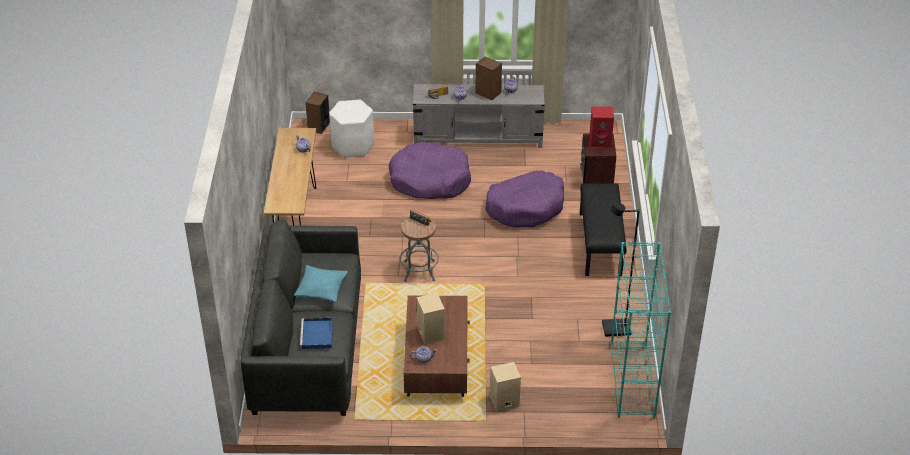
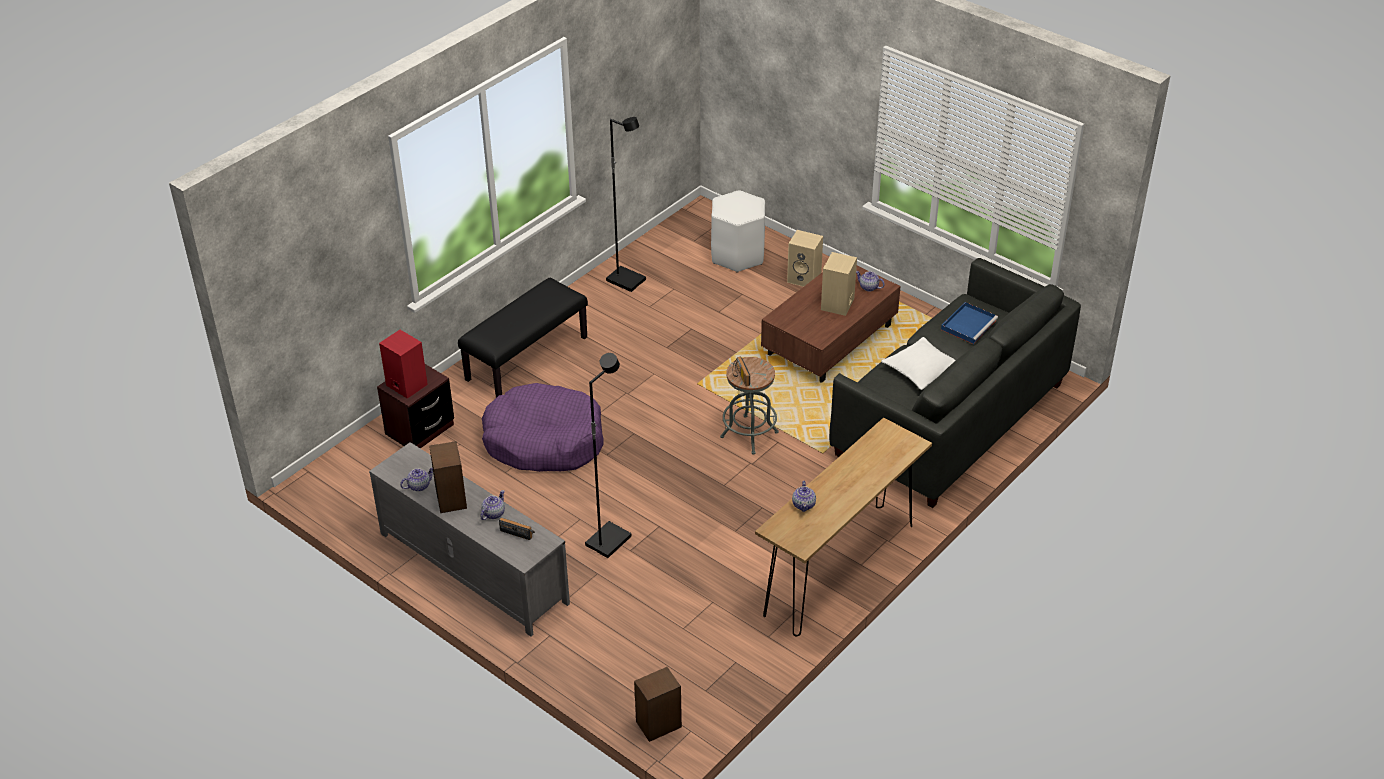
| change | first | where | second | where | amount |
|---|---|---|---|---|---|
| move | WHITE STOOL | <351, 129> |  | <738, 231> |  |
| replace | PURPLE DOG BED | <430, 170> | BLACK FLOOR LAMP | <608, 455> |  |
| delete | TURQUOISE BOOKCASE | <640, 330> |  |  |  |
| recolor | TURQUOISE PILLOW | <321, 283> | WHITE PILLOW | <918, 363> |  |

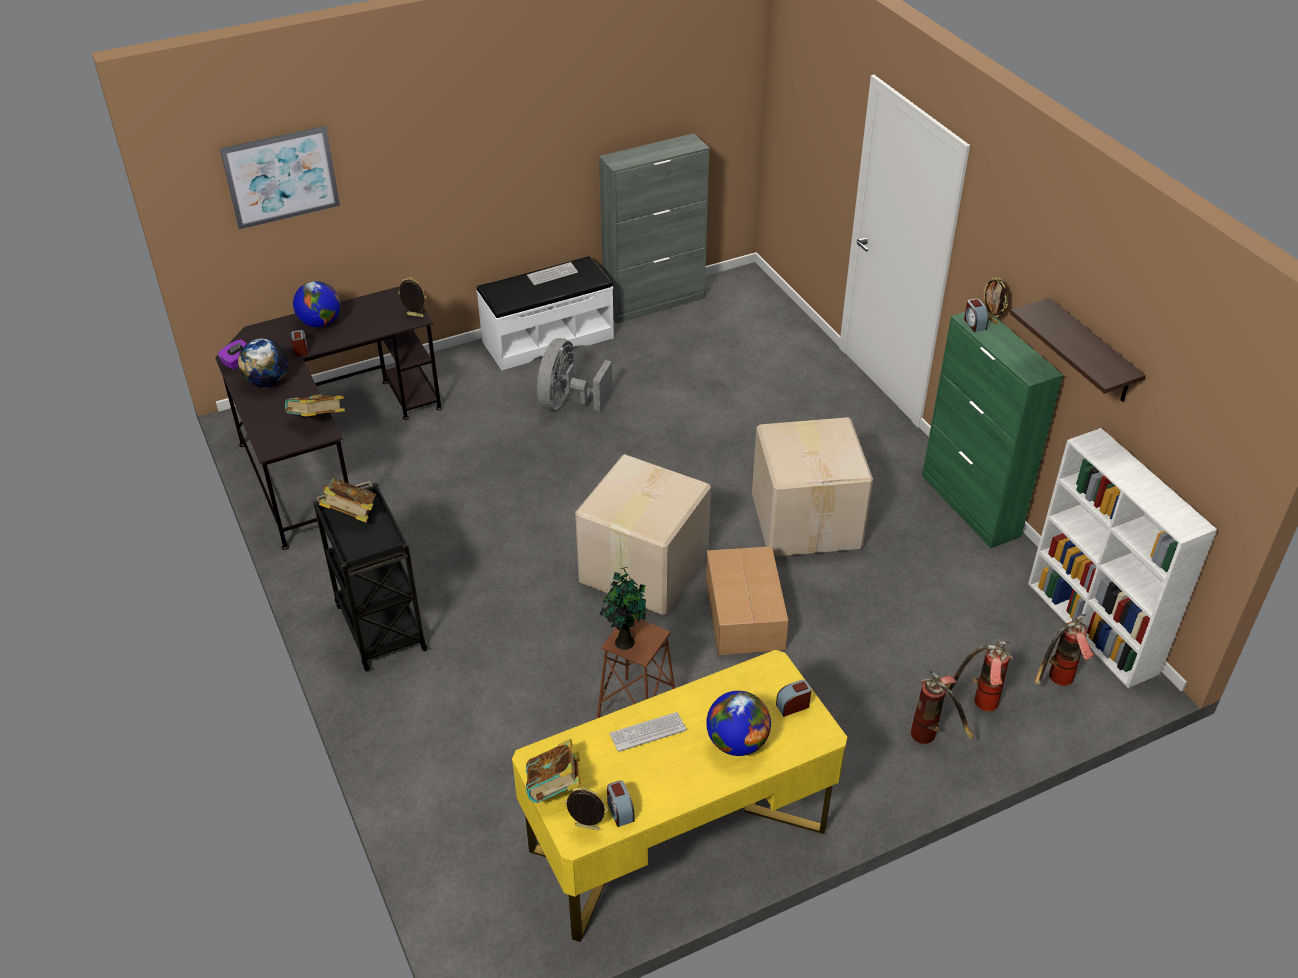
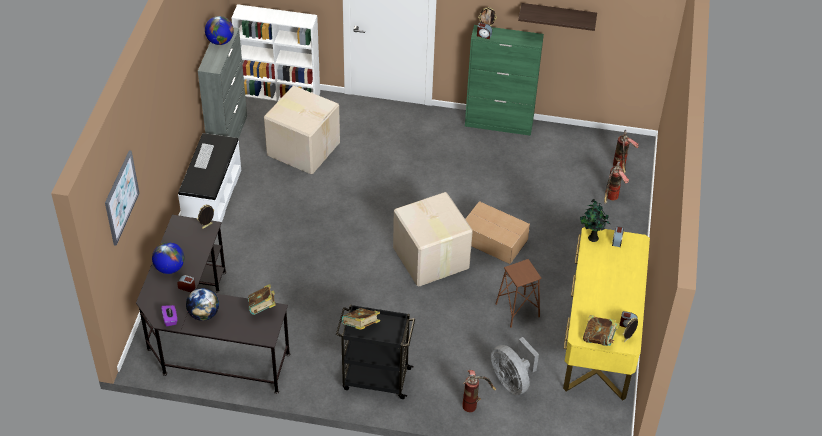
| change | first | where | second | where | amount |
|---|---|---|---|---|---|
| move | GREY FAN | <575, 375> |  | <515, 366> |  |
| move | CARDBOARD BOX | <812, 487> |  | <302, 130> |  |
| move | WHITE BOOKCASE | <1122, 558> |  | <276, 52> |  |
| move | POTTED PLANT | <623, 608> |  | <595, 220> |  |
| move | FIRE EXTINGUISHER | <942, 707> |  | <479, 391> |  |
| move | GLOBE | <738, 723> |  | <219, 30> |  |
| delete | KEYBOARD | <648, 732> |  |  |  |

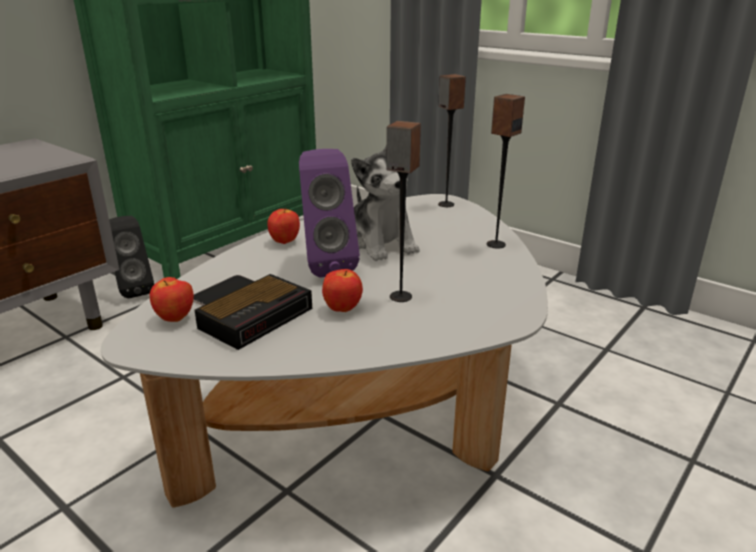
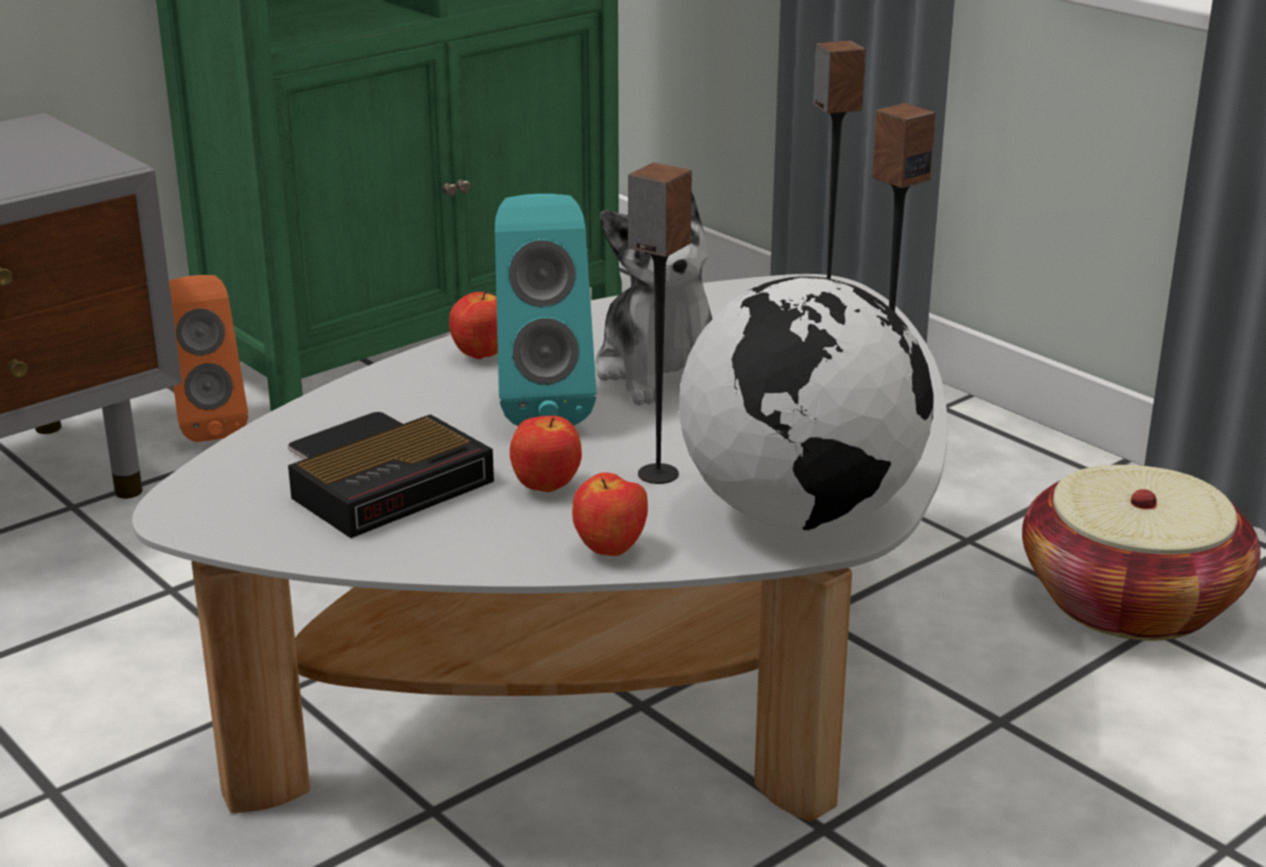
| change | first | where | second | where | amount |
|---|---|---|---|---|---|
| recolor | PURPLE SPEAKER | <329, 213> | TURQUOISE SPEAKER | <546, 310> |  |
| recolor | BLACK SPEAKER | <131, 257> | ORANGE SPEAKER | <208, 358> |  |
| move | APPLE | <172, 299> |  | <610, 514> |  |
| insert |  |  | GLOBE | <806, 404> |  |
| insert |  |  | BASKET | <1141, 553> |  |

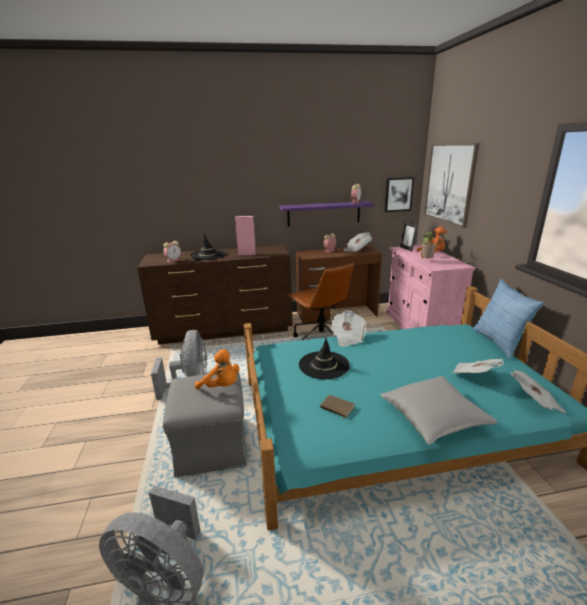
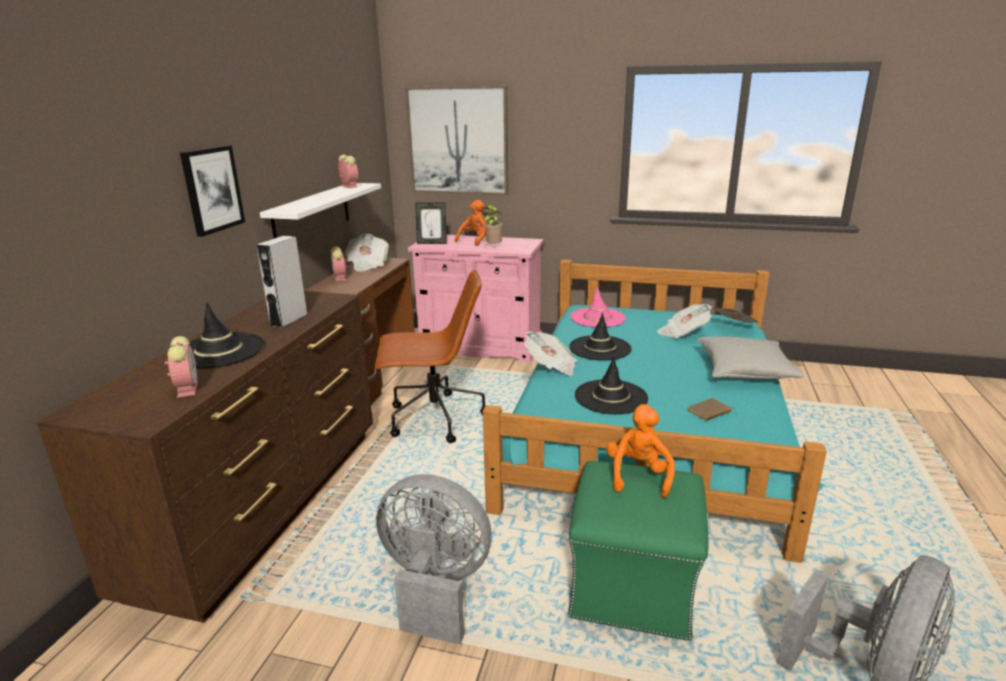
| change | first | where | second | where | amount |
|---|---|---|---|---|---|
| move | PICTURE | <399, 194> |  | <212, 191> |  |
| recolor | PURPLE SHELF | <327, 214> | WHITE SHELF | <320, 210> |  |
| recolor | PINK SPEAKER | <246, 236> | GREY SPEAKER | <281, 282> |  |
| delete | PILLOW | <509, 319> |  |  |  |
| rotate | ORANGE PLUSH TOY | <217, 369> |  | <640, 451> | 45 degrees counterclockwise |
| recolor | GREY OTTOMAN | <205, 425> | GREEN OTTOMAN | <638, 551> |  |
| insert |  |  | PINK HAT | <598, 307> |  |
| insert |  |  | BLACK HAT | <600, 337> |  |

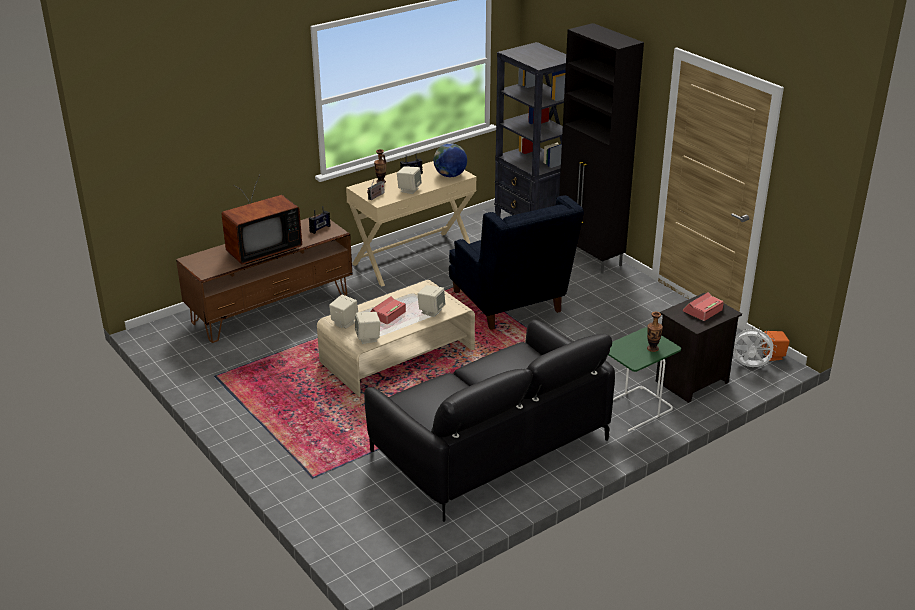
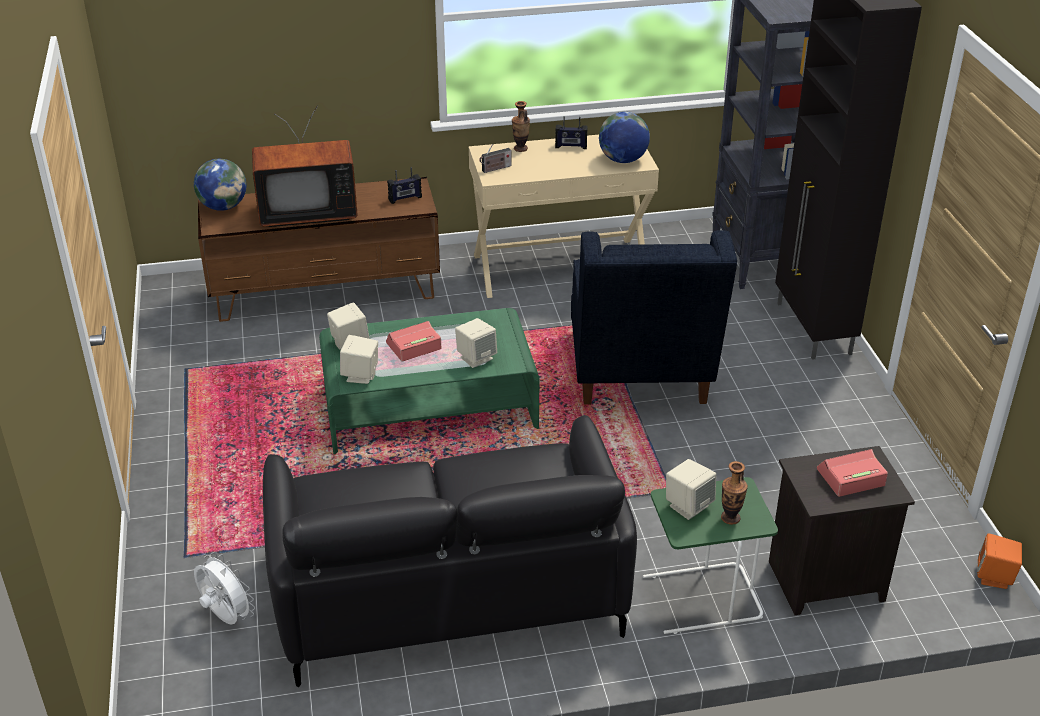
| change | first | where | second | where | amount |
|---|---|---|---|---|---|
| move | BEIGE SPEAKER | <409, 180> |  | <691, 489> |  |
| recolor | BEIGE COFFEE TABLE | <396, 338> | GREEN COFFEE TABLE | <429, 381> |  |
| move | WHITE FAN | <755, 346> |  | <224, 588> |  |
| insert |  |  | GLOBE | <220, 185> |  |

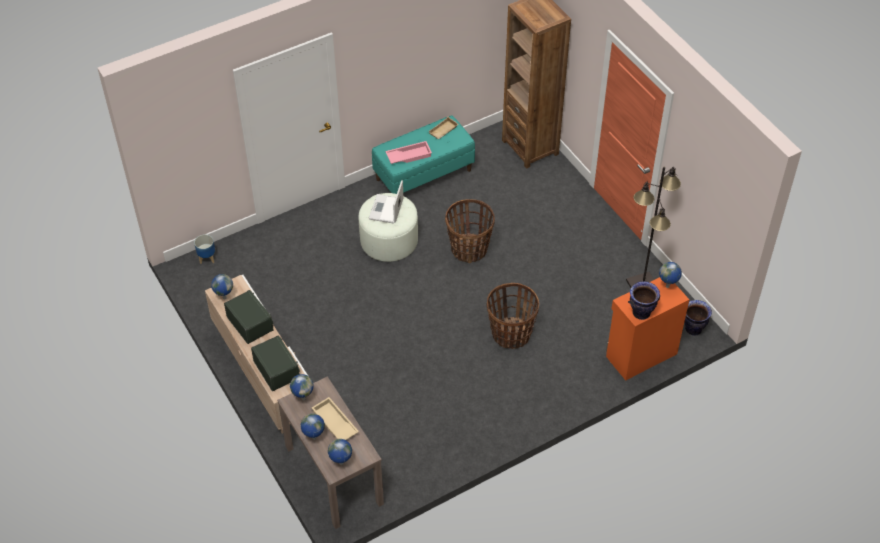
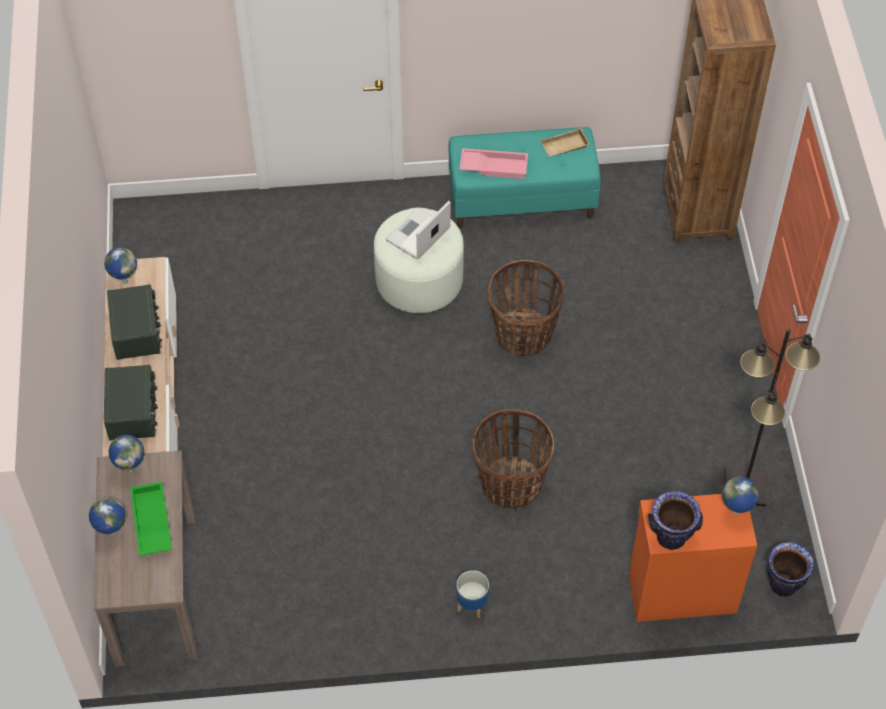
| change | first | where | second | where | amount |
|---|---|---|---|---|---|
| move | PLANTER | <204, 249> |  | <472, 594> |  |
| recolor | BEIGE TRAY | <335, 418> | GREEN TRAY | <151, 519> |  |
| delete | GLOBE | <340, 452> |  |  |  |

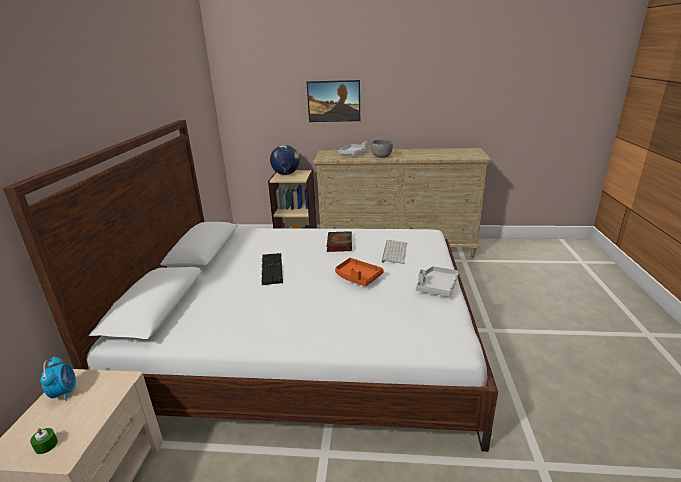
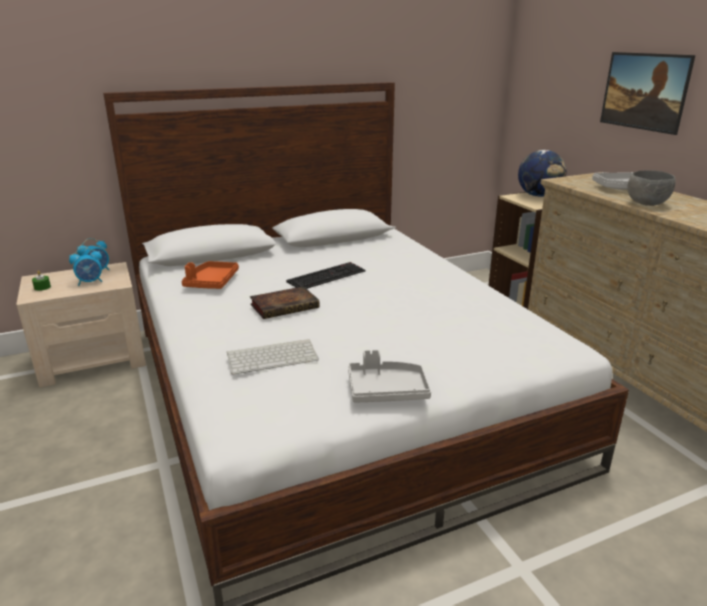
| change | first | where | second | where | amount |
|---|---|---|---|---|---|
| move | BOOK | <339, 241> |  | <284, 302> |  |
| move | KEYBOARD | <394, 252> |  | <273, 357> |  |
| move | ORANGE TRAY | <359, 272> |  | <210, 275> |  |
| insert |  |  | ALARM CLOCK | <86, 266> |  |

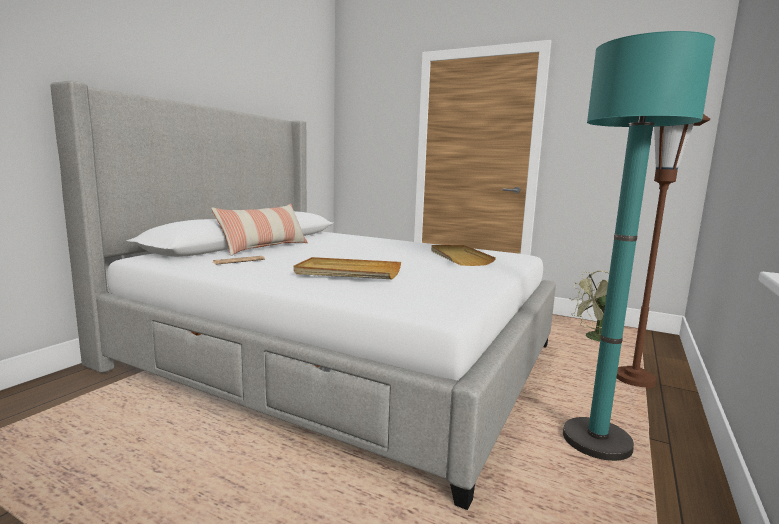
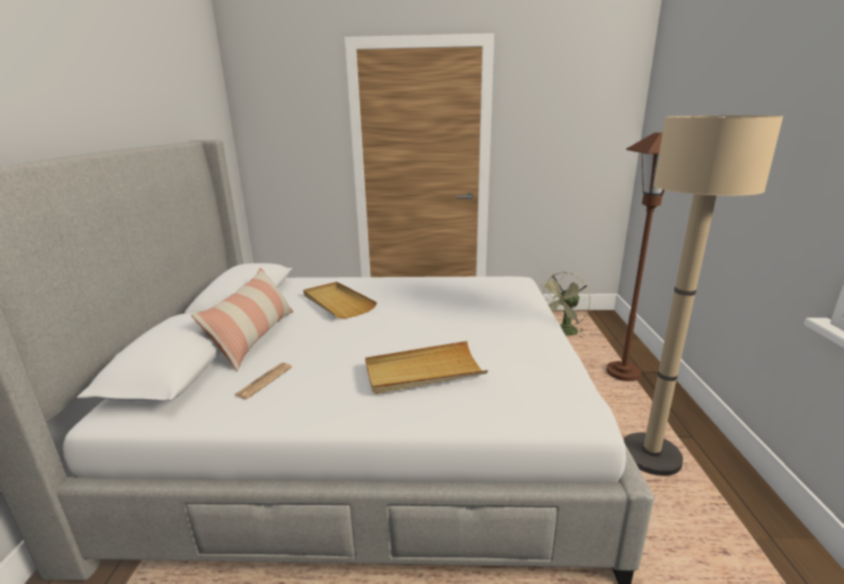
| change | first | where | second | where | amount |
|---|---|---|---|---|---|
| recolor | TURQUOISE FLOOR LAMP | <639, 246> | BEIGE FLOOR LAMP | <703, 295> |  |
| move | BEIGE TRAY | <463, 255> |  | <340, 300> |  |

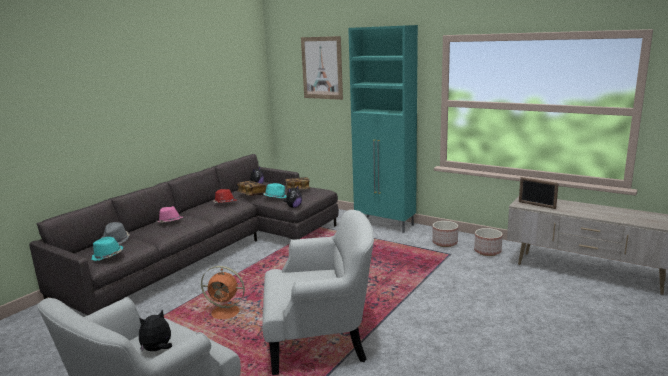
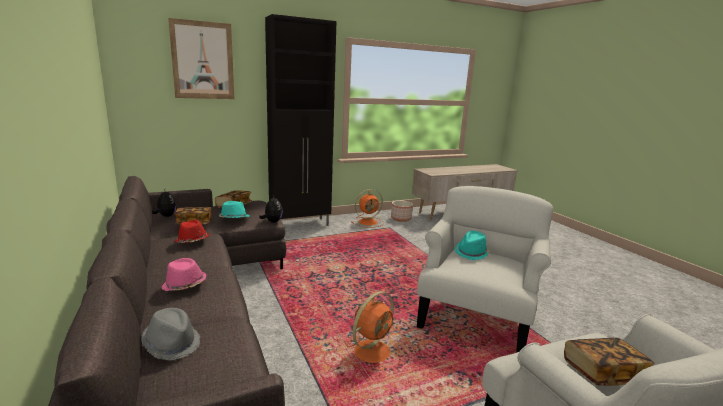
| change | first | where | second | where | amount |
|---|---|---|---|---|---|
| recolor | TURQUOISE CABINET | <383, 129> | BLACK CABINET | <300, 120> |  |
| delete | PICTURE FRAME | <539, 193> |  |  |  |
| replace | PLANTER | <445, 234> | ORANGE FAN | <367, 208> |  |
| move | TURQUOISE HAT | <107, 249> |  | <472, 245> |  |
| replace | PLUSH TOY | <155, 330> | BOOK | <609, 362> |  |

